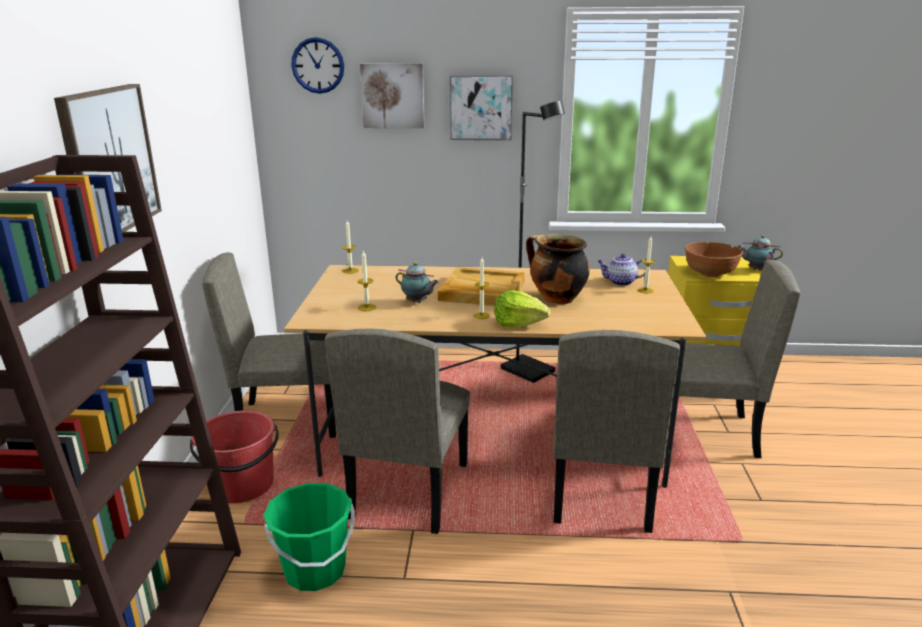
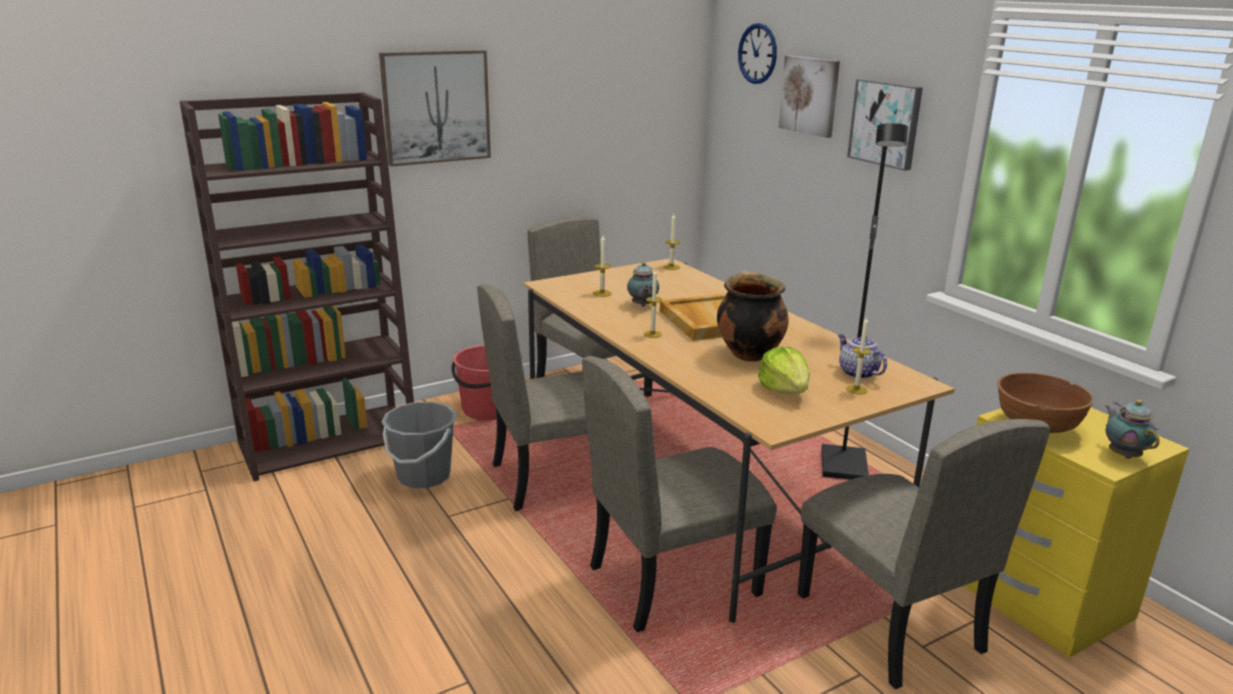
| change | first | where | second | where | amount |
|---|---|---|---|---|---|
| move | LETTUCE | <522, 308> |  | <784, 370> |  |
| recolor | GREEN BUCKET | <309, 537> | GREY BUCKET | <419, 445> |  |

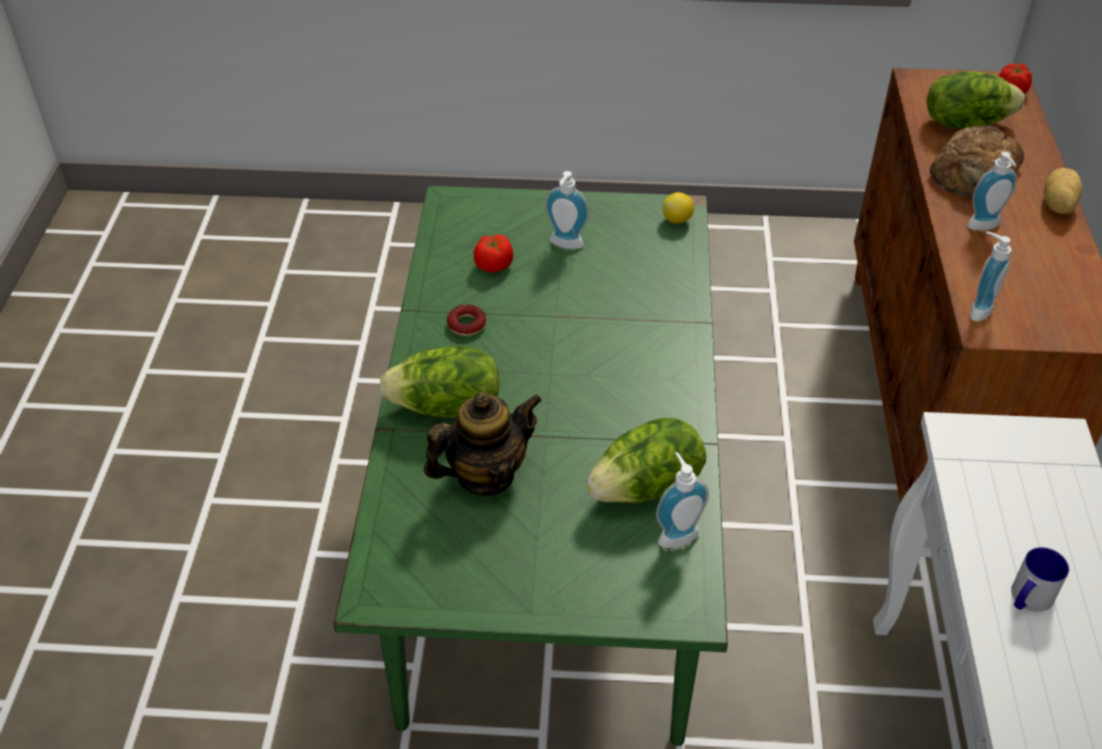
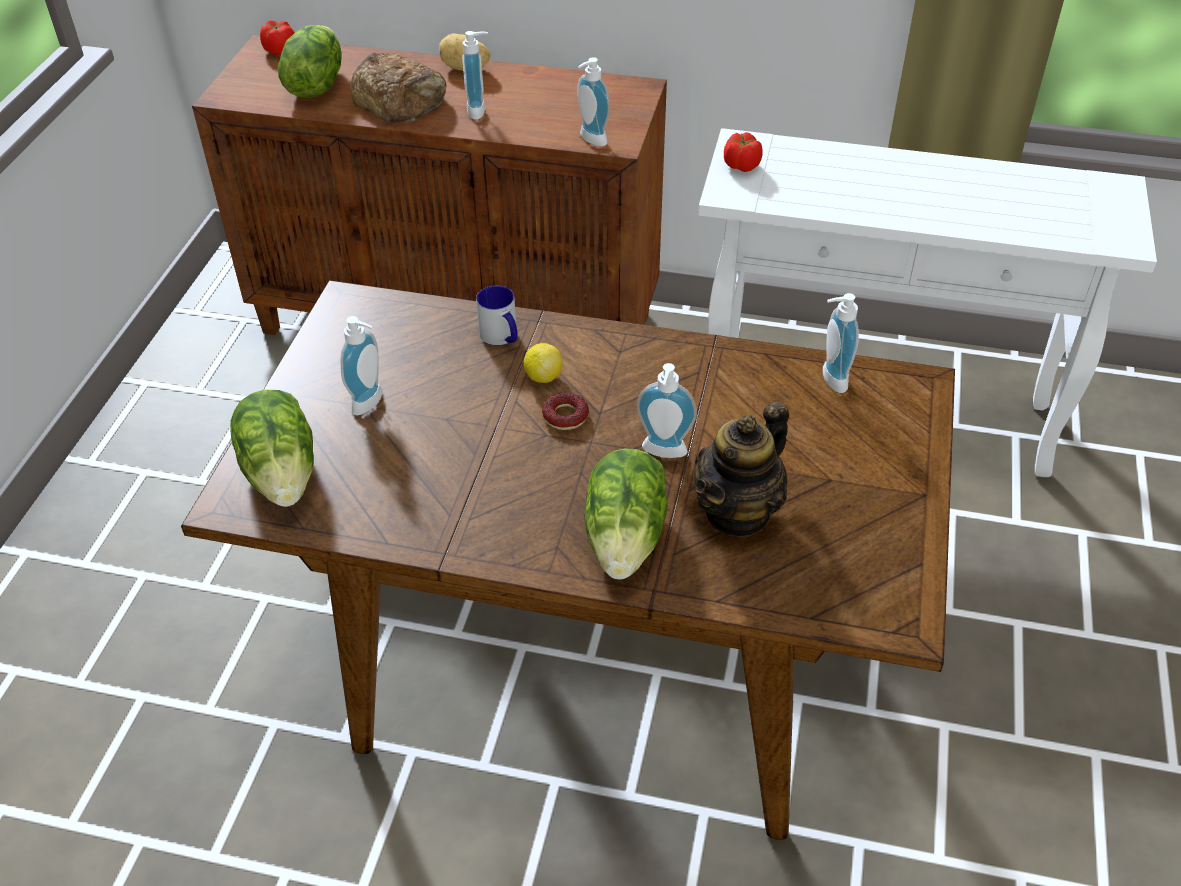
| change | first | where | second | where | amount |
|---|---|---|---|---|---|
| recolor | GREEN DINING TABLE | <531, 466> | BROWN DINING TABLE | <568, 560> |  |
| move | LEMON | <678, 208> |  | <543, 363> |  |
| move | TOMATO | <493, 253> |  | <743, 152> |  |
| move | DONUT | <466, 320> |  | <565, 411> |  |
| rotate | TEAPOT | <482, 444> |  | <741, 469> | 120 degrees counterclockwise |
| move | LETTUCE | <646, 460> |  | <272, 448> |  |
| move | MUG | <1040, 579> |  | <497, 315> |  |
| insert |  |  | SOAP DISPENSER | <667, 410> |  |

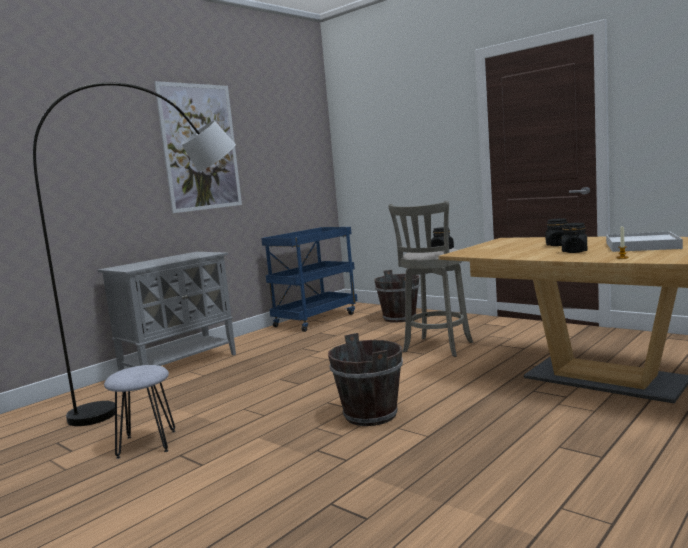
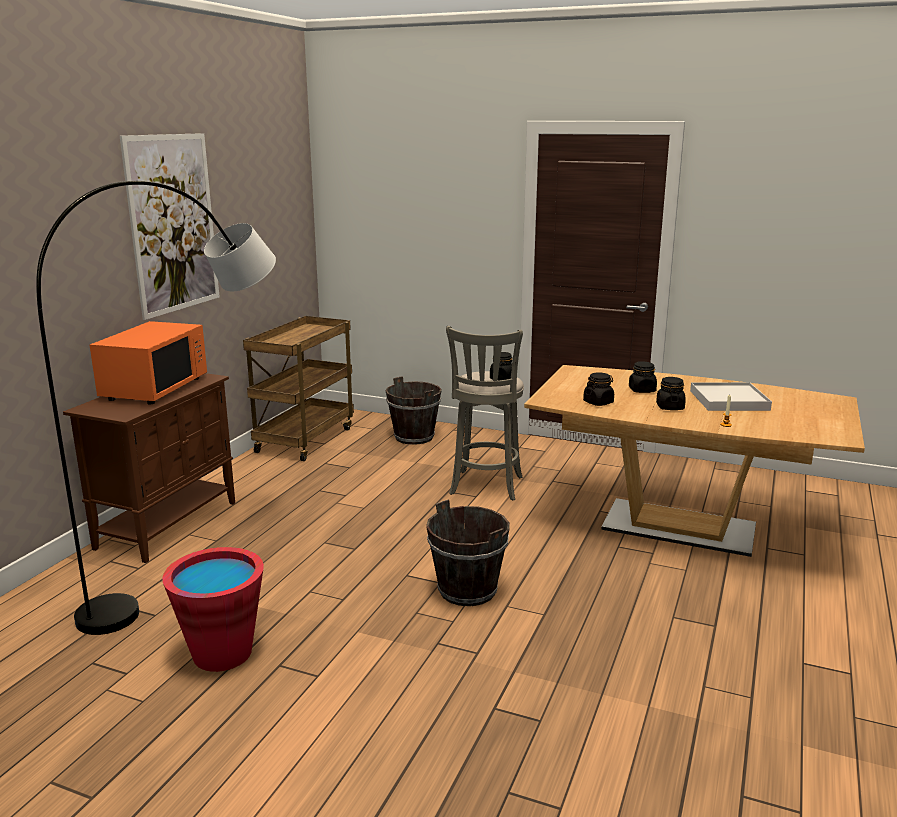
| change | first | where | second | where | amount |
|---|---|---|---|---|---|
| recolor | BLUE CART | <309, 279> | BROWN CART | <298, 388> |  |
| recolor | GREY CABINET | <167, 311> | BROWN CABINET | <149, 468> |  |
| replace | GREY STOOL | <140, 412> | RED BUCKET | <213, 609> |  |
| insert |  |  | ORANGE MICROWAVE | <148, 362> |  |
| insert |  |  | BLACK JAR | <598, 389> |  |

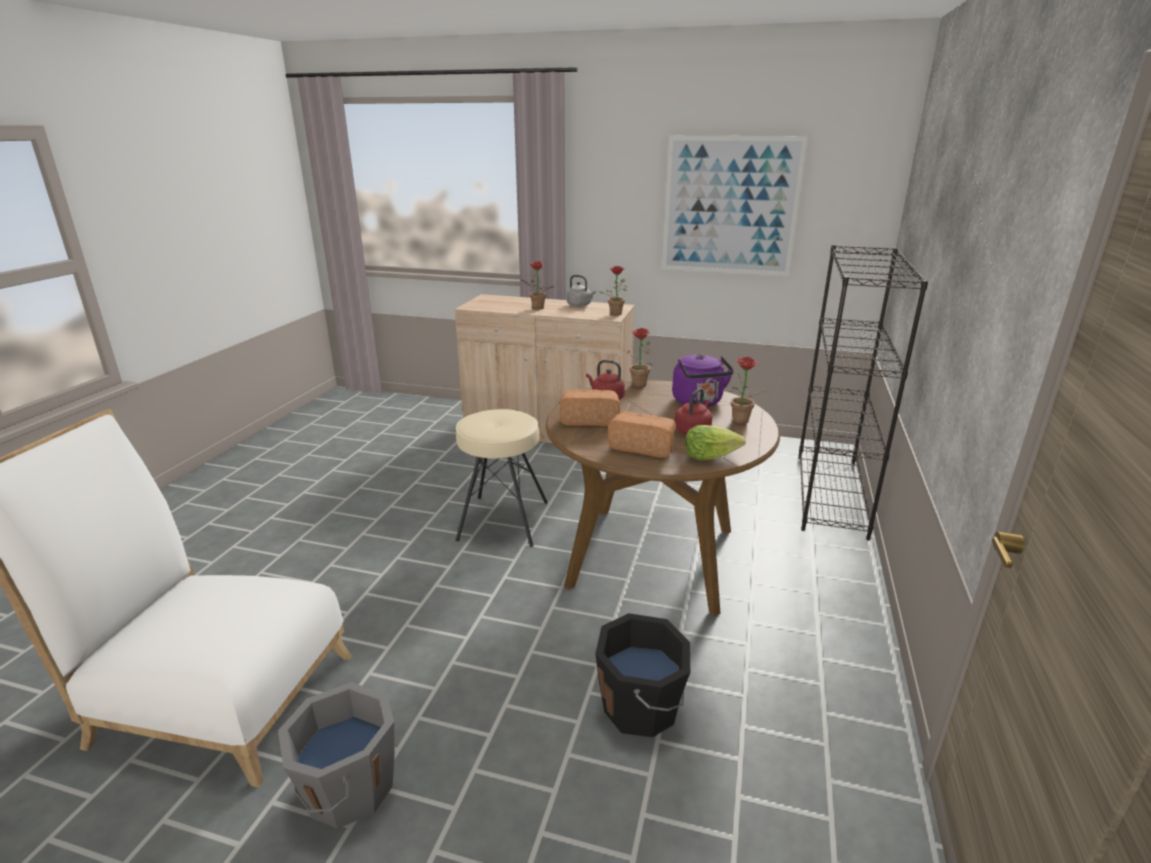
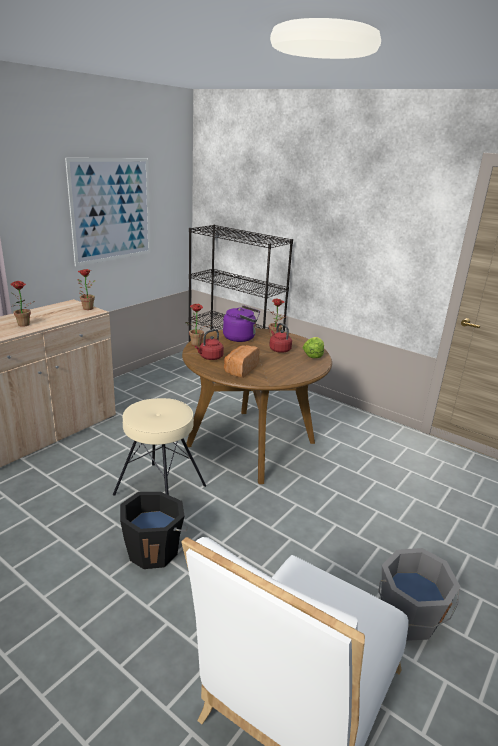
| change | first | where | second | where | amount |
|---|---|---|---|---|---|
| delete | GREY KETTLE | <581, 291> |  |  |  |
| delete | BREAD | <642, 435> |  |  |  |
| move | BLACK BUCKET | <642, 675> |  | <154, 530> |  |

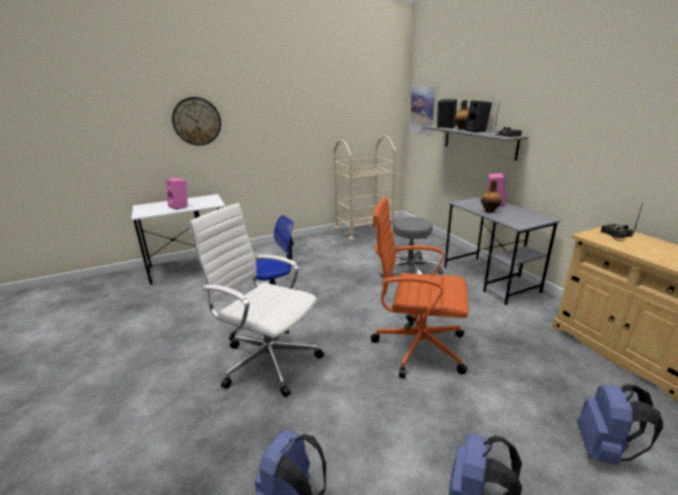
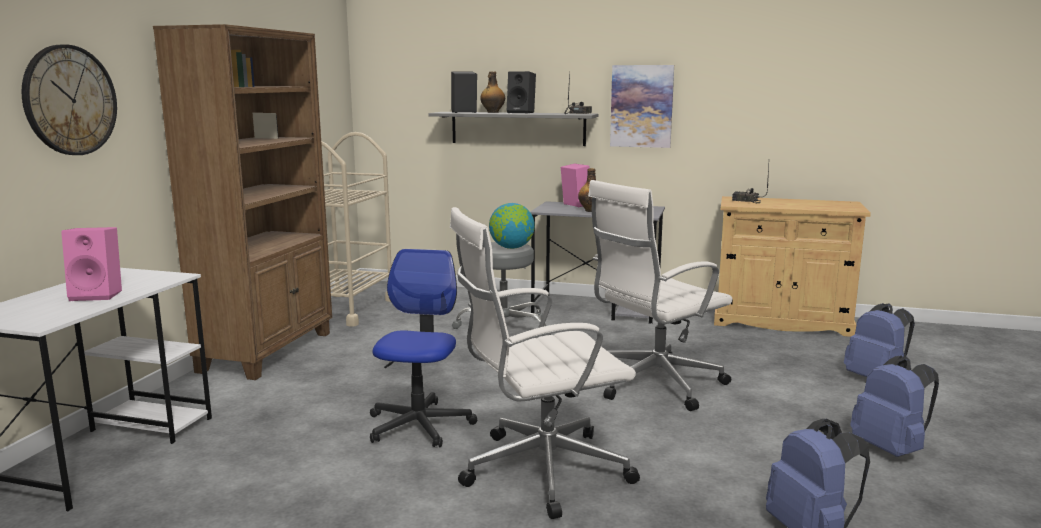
| change | first | where | second | where | amount |
|---|---|---|---|---|---|
| move | PICTURE | <423, 111> |  | <642, 106> |  |
| recolor | ORANGE OFFICE CHAIR | <419, 287> | WHITE OFFICE CHAIR | <660, 295> |  |
| insert |  |  | BROWN BOOKCASE | <242, 202> |  |
| insert |  |  | GLOBE | <512, 226> |  |

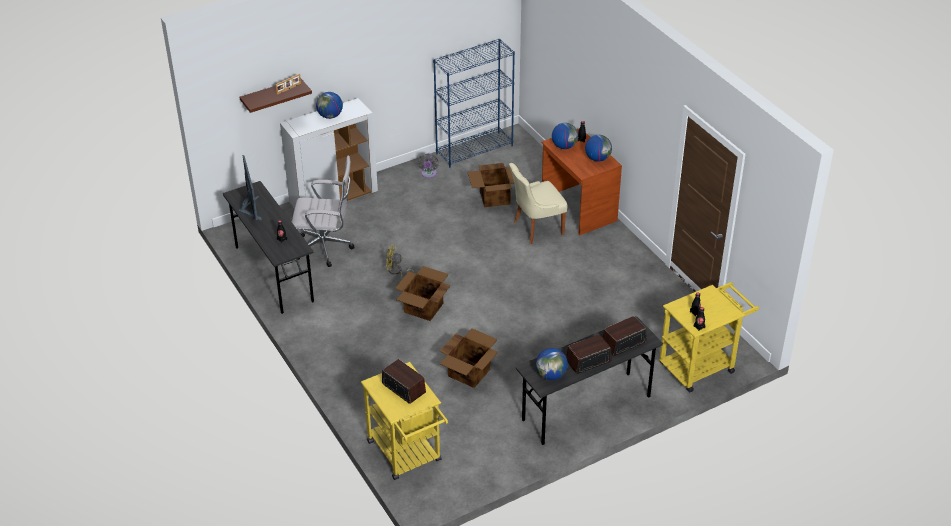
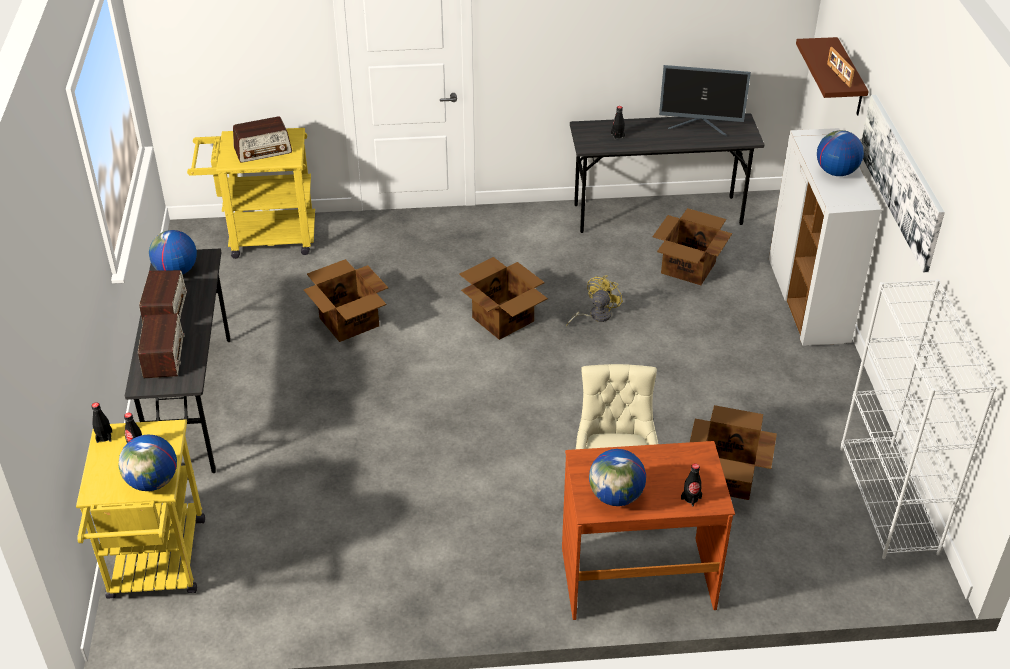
| change | first | where | second | where | amount |
|---|---|---|---|---|---|
| recolor | BLUE BOOKCASE | <474, 103> | WHITE BOOKCASE | <918, 419> |  |
| move | GLOBE | <565, 136> |  | <148, 463> |  |
| delete | GREY FAN | <428, 165> |  |  |  |
| replace | WHITE OFFICE CHAIR | <323, 211> | CARDBOARD BOX | <692, 246> |  |
| insert |  |  | PICTURE | <903, 183> |  |

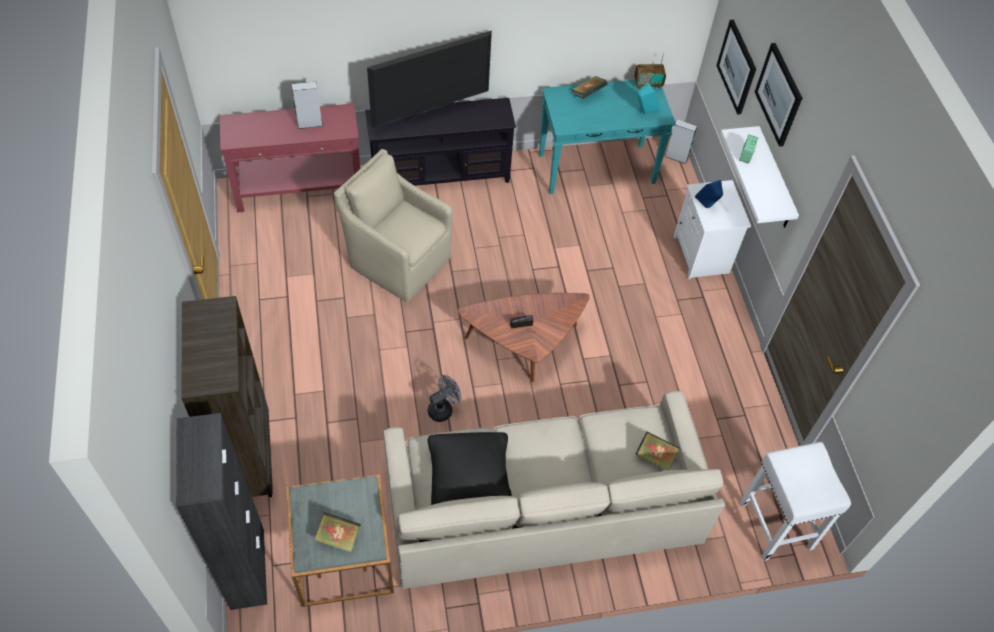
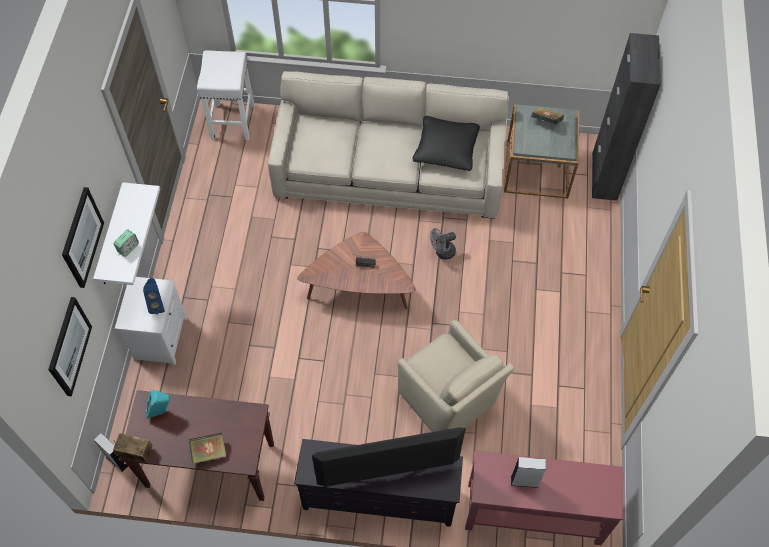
| change | first | where | second | where | amount |
|---|---|---|---|---|---|
| recolor | TURQUOISE CONSOLE TABLE | <607, 137> | BROWN CONSOLE TABLE | <196, 445> |  |
| delete | BROWN BOOKCASE | <227, 396> |  |  |  |
| delete | BOOK | <657, 450> |  |  |  |

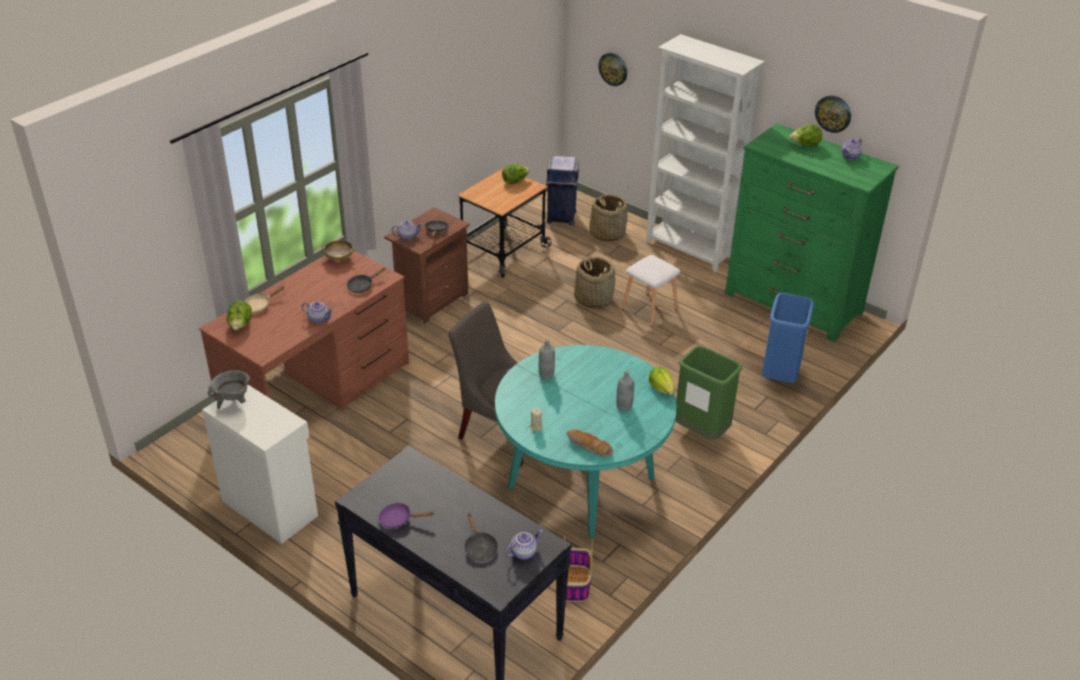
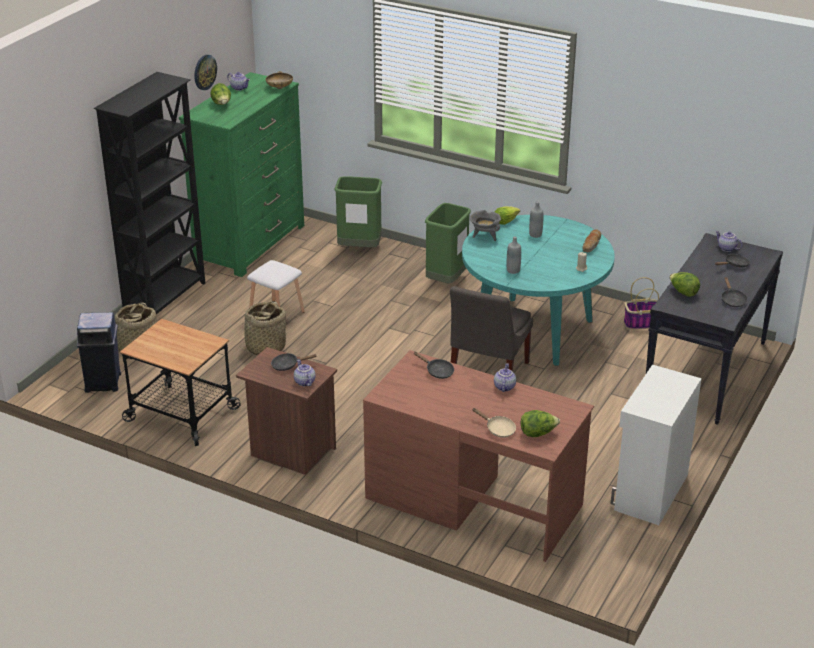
| change | first | where | second | where | amount |
|---|---|---|---|---|---|
| recolor | WHITE BOOKCASE | <705, 153> | BLACK BOOKCASE | <149, 193> |  |
| delete | WALL CLOCK | <612, 69> |  |  |  |
| move | LETTUCE | <516, 174> |  | <685, 284> |  |
| move | BEIGE BOWL | <338, 250> |  | <279, 80> |  |
| recolor | BLUE TRASH CAN | <788, 338> | GREEN TRASH CAN | <358, 211> |  |
| move | GREY COOKING POT | <229, 389> |  | <485, 225> |  |
| recolor | PURPLE FRYING PAN | <406, 515> | BLACK FRYING PAN | <734, 292> |  |

